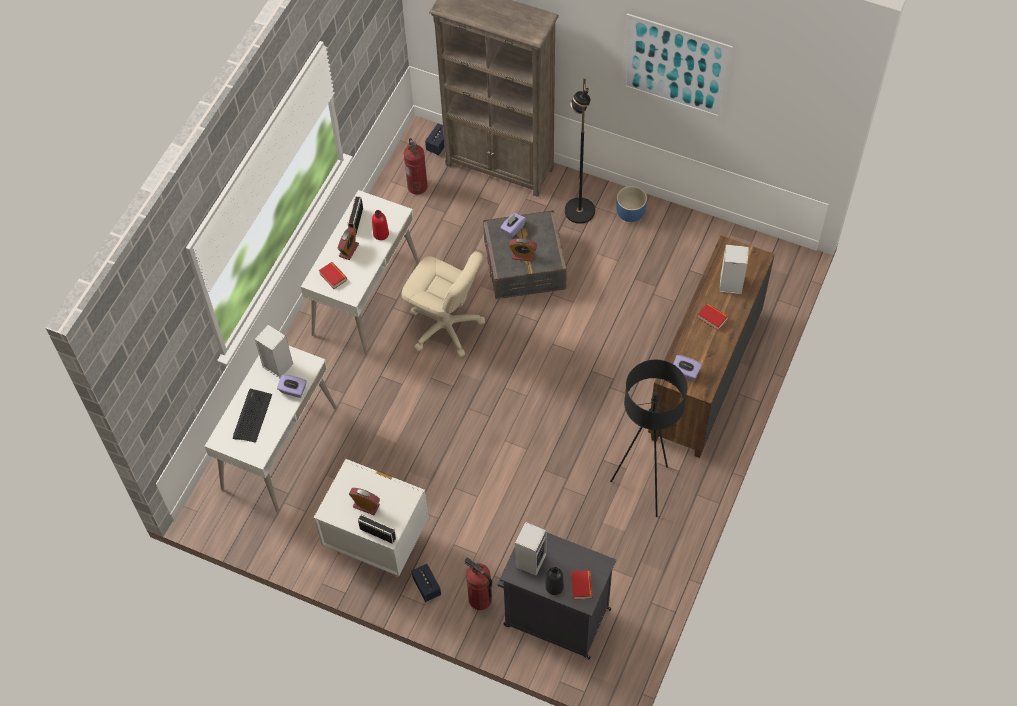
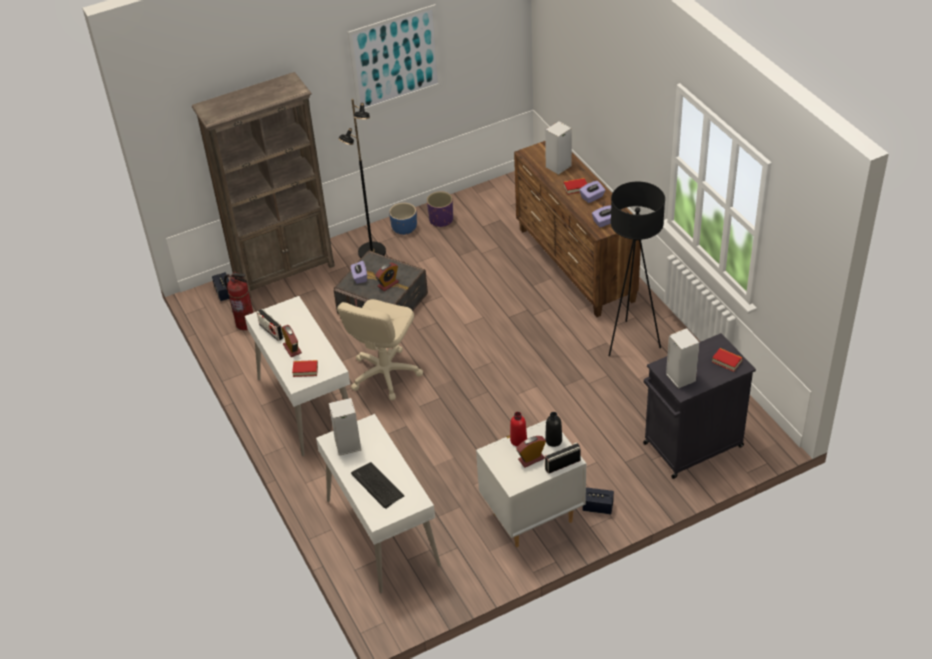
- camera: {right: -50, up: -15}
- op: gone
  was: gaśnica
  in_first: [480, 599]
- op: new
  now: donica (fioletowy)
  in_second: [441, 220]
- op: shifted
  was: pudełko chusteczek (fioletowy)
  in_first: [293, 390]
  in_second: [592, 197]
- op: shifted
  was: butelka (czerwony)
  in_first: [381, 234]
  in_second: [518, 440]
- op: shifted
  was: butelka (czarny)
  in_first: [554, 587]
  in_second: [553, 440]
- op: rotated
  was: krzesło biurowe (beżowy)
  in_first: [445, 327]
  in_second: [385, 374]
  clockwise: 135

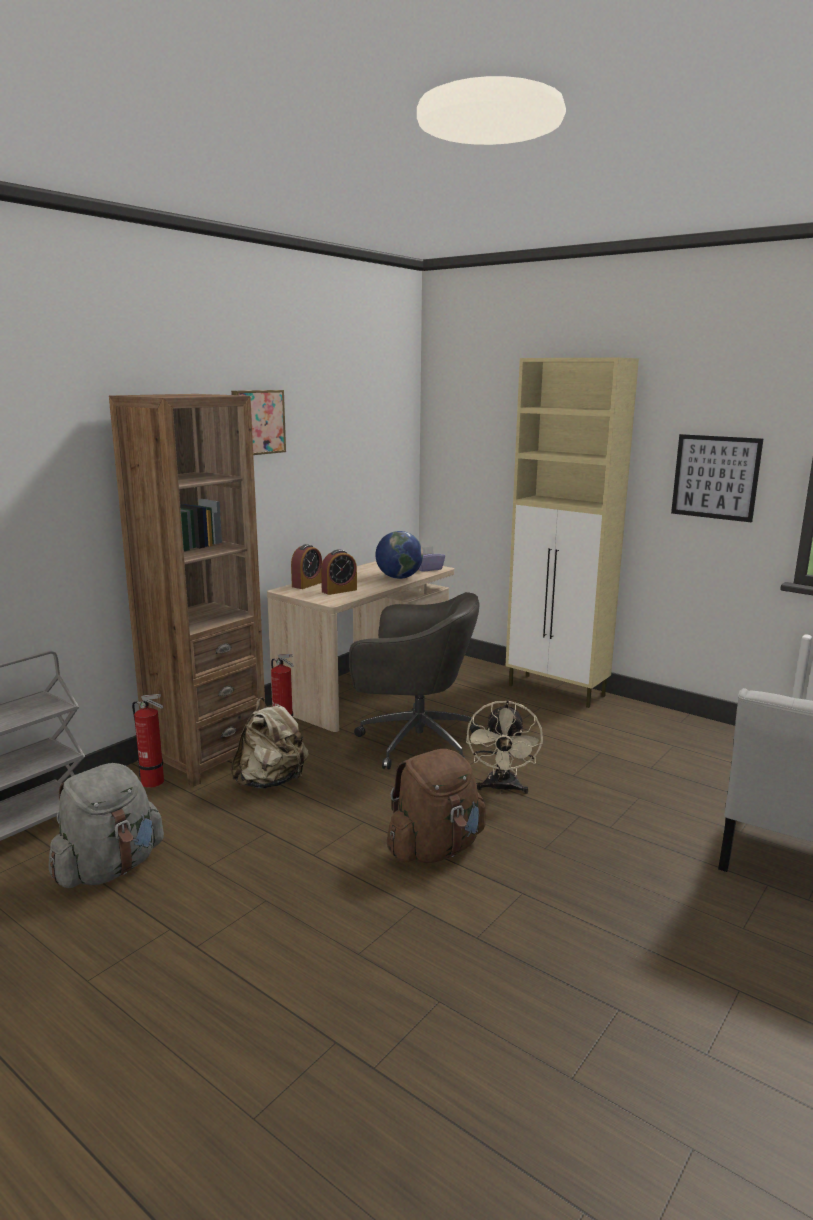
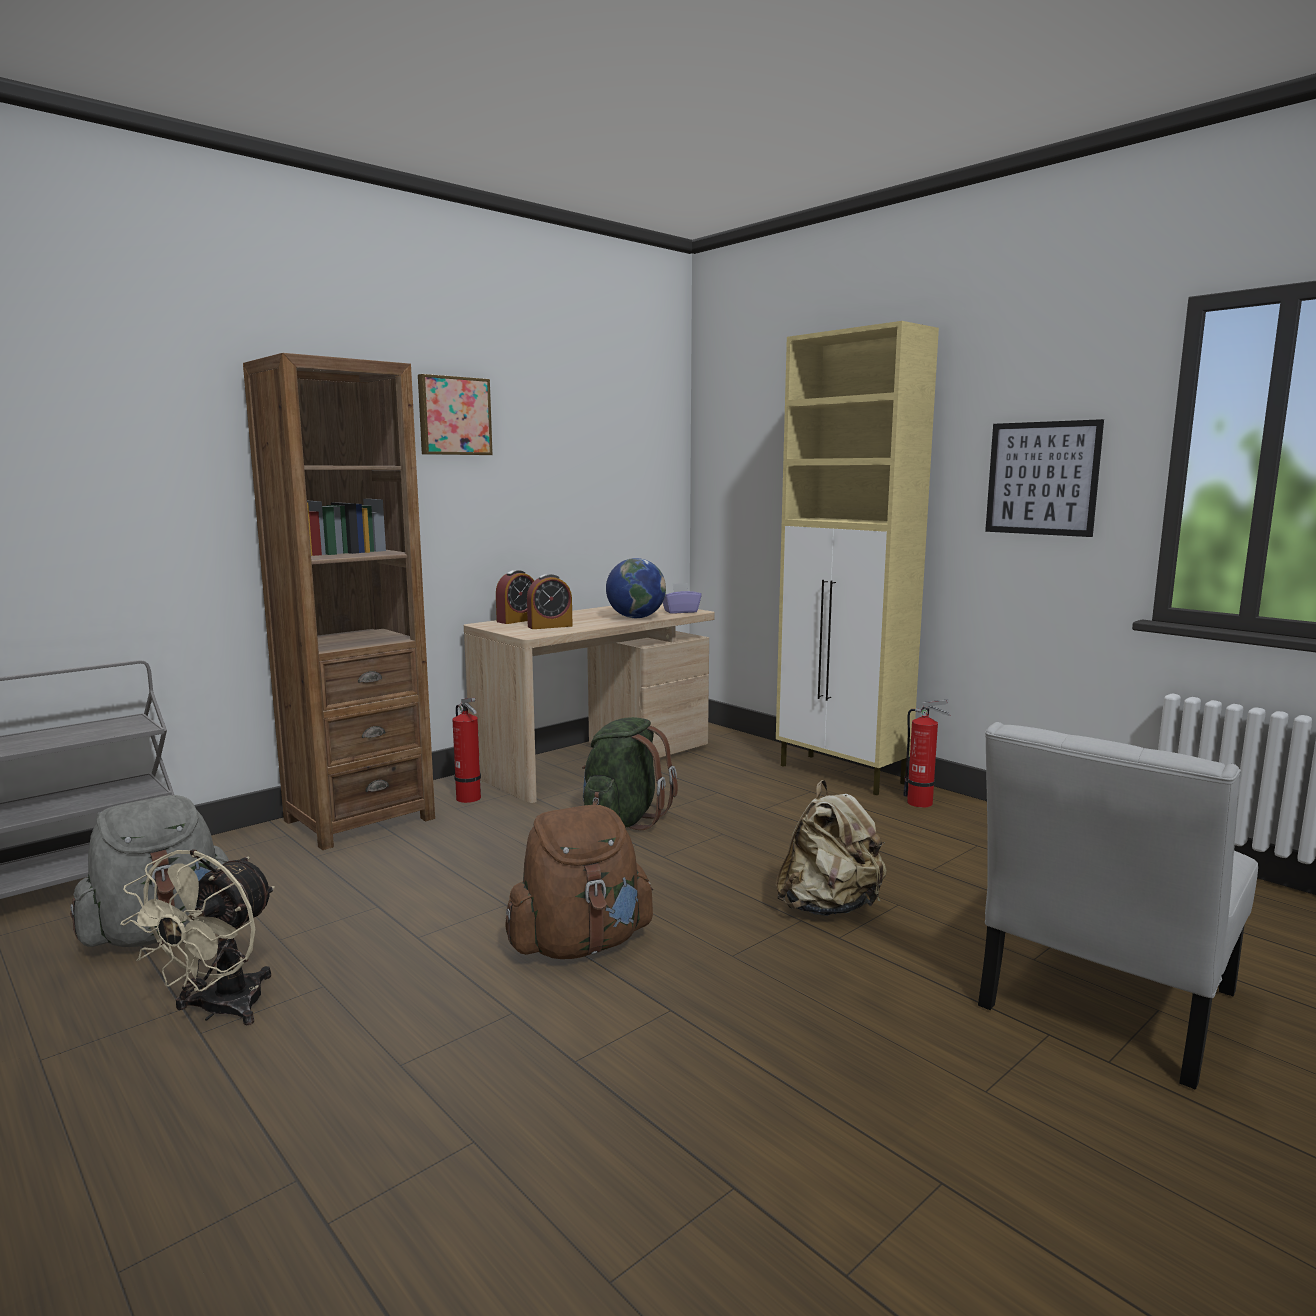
- camera: {right: 10, up: -5}
- op: shifted
  was: gaśnica
  in_first: [155, 782]
  in_second: [923, 803]
- op: shifted
  was: plecak (beżowy)
  in_first: [271, 782]
  in_second: [829, 907]
- op: shifted
  was: wentylator (beżowy)
  in_first: [502, 789]
  in_second: [219, 1011]
- op: swapped
  was: krzesło biurowe (szary)
  now: plecak (zielony)
  in_first: [414, 742]
  in_second: [623, 820]

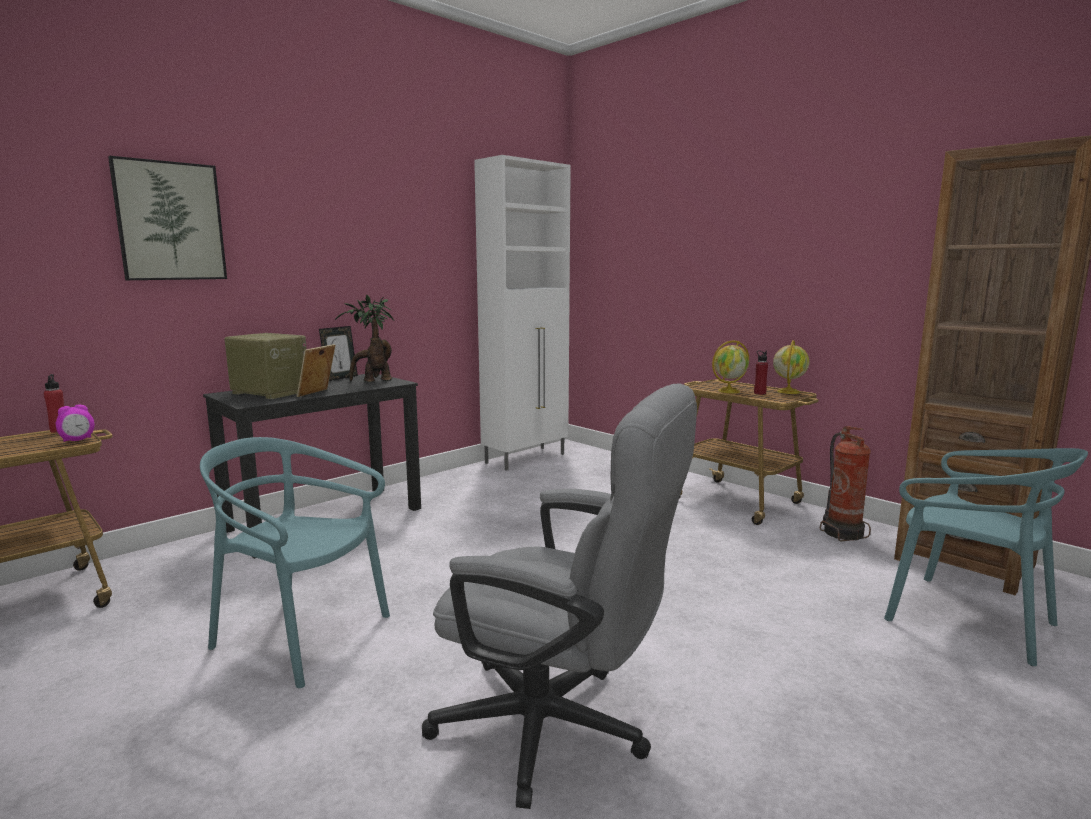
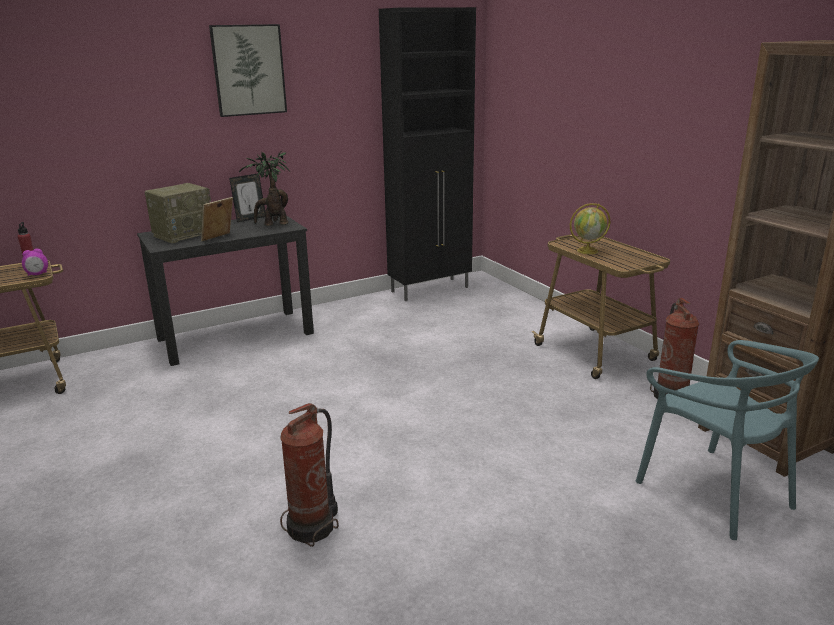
- camera: {right: 15, up: 10}
- op: gone
  was: krzesło (turkusowy)
  in_first: [300, 636]
- op: gone
  was: butelka (czerwony)
  in_first: [759, 393]
- op: gone
  was: globus
  in_first: [788, 391]
- op: shifted
  was: obraz
  in_first: [170, 221]
  in_second: [248, 70]
- op: swapped
  was: krzesło biurowe (szary)
  now: gaśnica
  in_first: [559, 730]
  in_second: [313, 527]
- op: repainted
  was: szafka (biały)
  now: szafka (czarny)
  in_first: [526, 458]
  in_second: [431, 289]
- op: rotated
  was: radio
  in_first: [268, 392]
  in_second: [184, 234]
  clockwise: 90

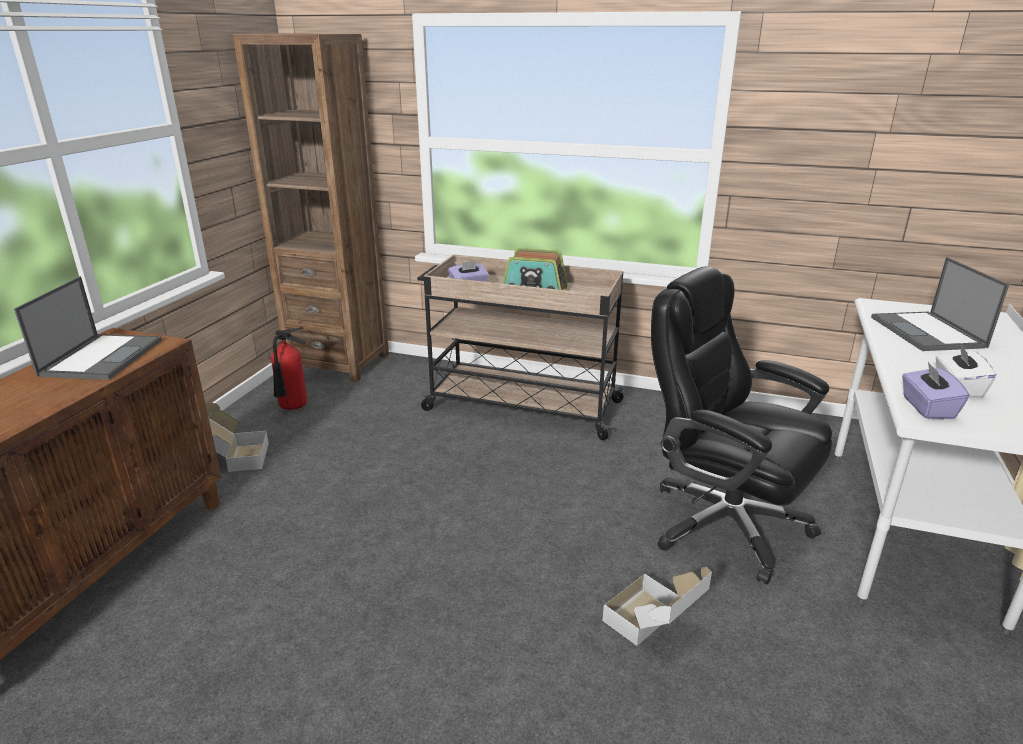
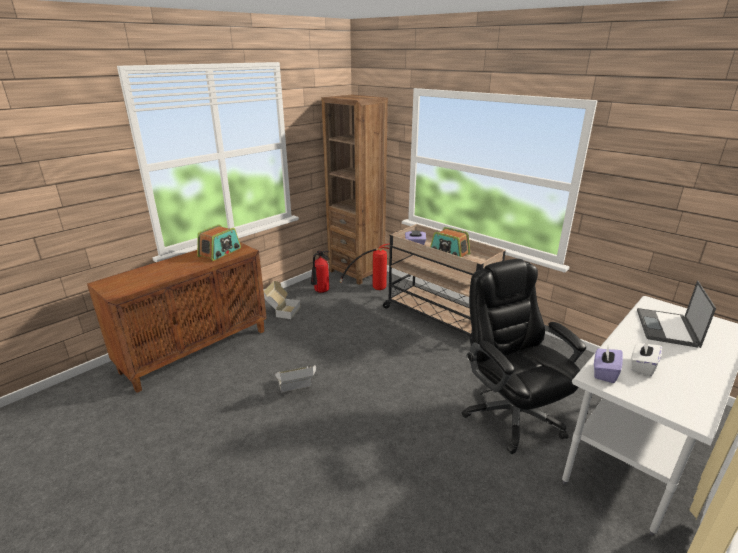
- camera: {right: 25, up: 0}
- op: new
  now: gaśnica
  in_second: [371, 288]
- op: shifted
  was: karton
  in_first: [654, 626]
  in_second: [296, 388]
- op: swapped
  was: laptop
  now: radio
  in_first: [102, 357]
  in_second: [220, 252]

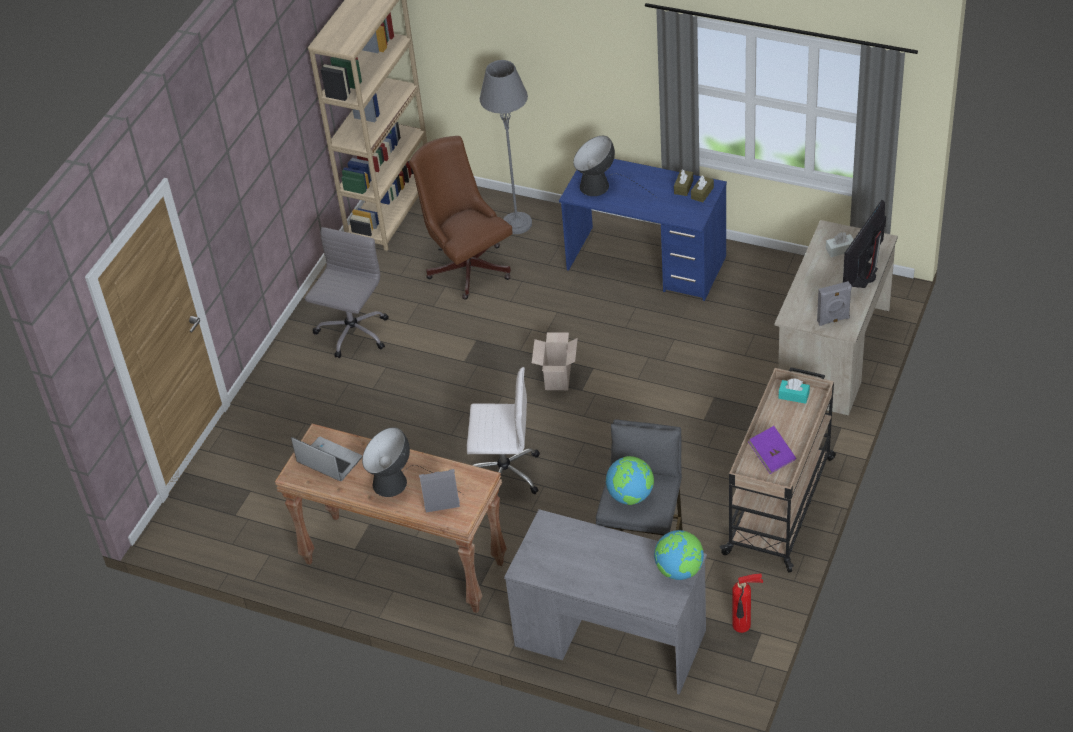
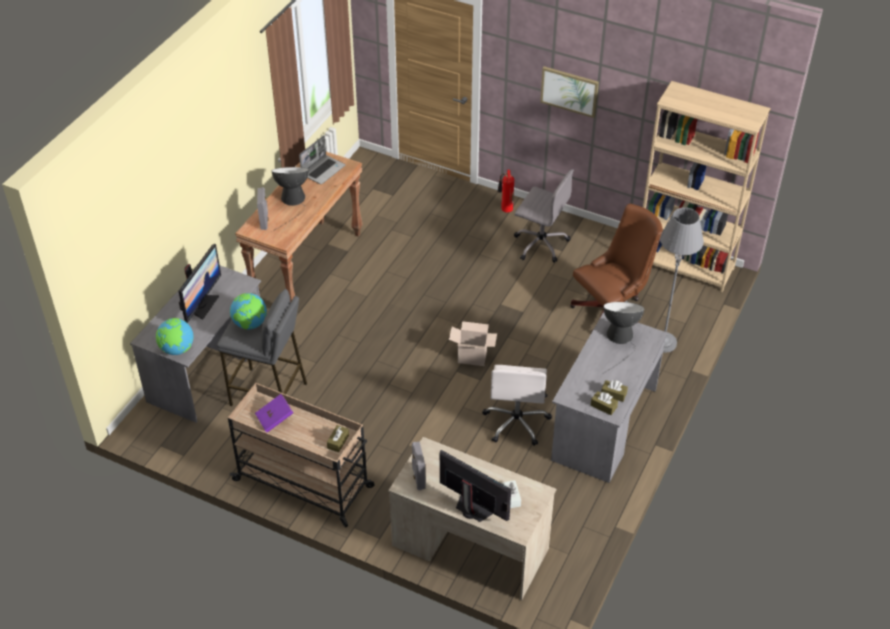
- camera: {right: 90, up: 0}
- op: new
  now: monitor
  in_second: [202, 305]
- op: new
  now: obraz
  in_second: [569, 91]
- op: shifted
  was: krzesło biurowe (biały)
  in_first: [503, 474]
  in_second: [516, 422]
- op: shifted
  was: gaśnica
  in_first: [743, 626]
  in_second: [505, 209]
- op: repainted
  was: biurko (niebieski)
  now: biurko (szary)
  in_first: [646, 264]
  in_second: [604, 425]
- op: repainted
  was: pudełko chusteczek (turkusowy)
  now: pudełko chusteczek (brązowy)
  in_first: [793, 396]
  in_second: [338, 441]

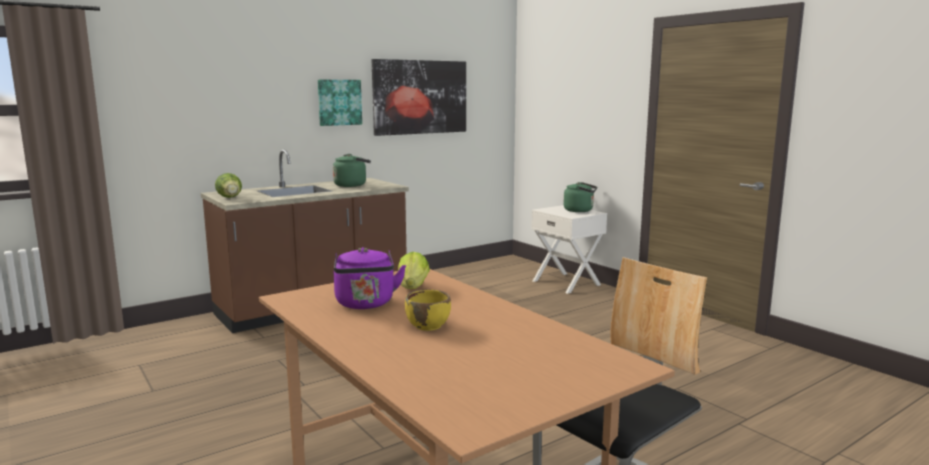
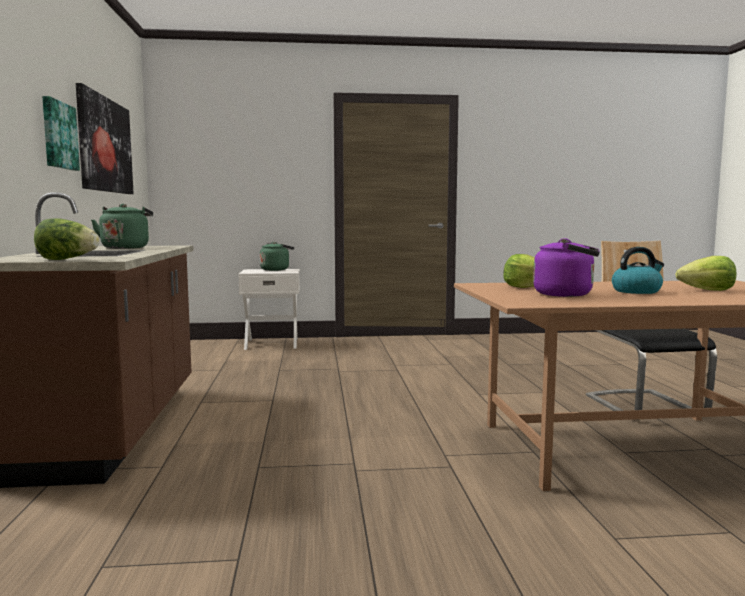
- camera: {right: -60, up: -5}
- op: new
  now: sałata
  in_second: [708, 290]
- op: swapped
  was: miska (żółty)
  now: czajnik
  in_first: [428, 325]
  in_second: [637, 291]

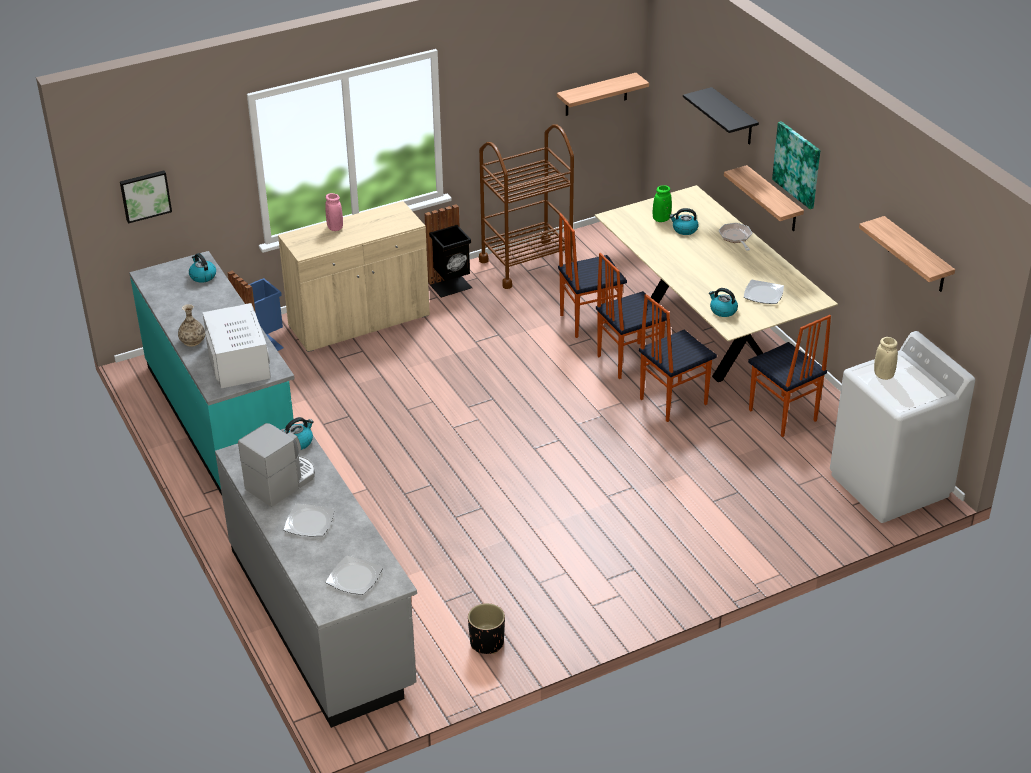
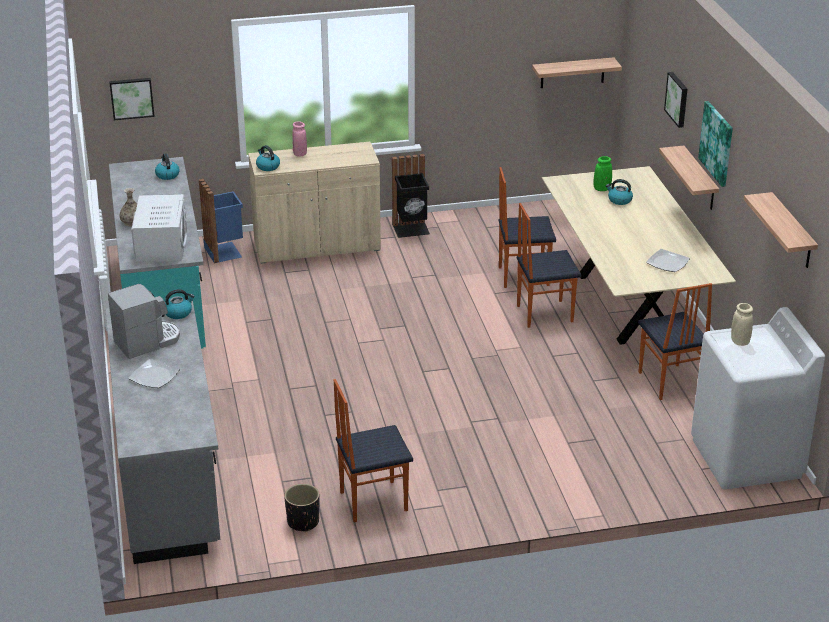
- camera: {right: 15, up: -5}
- op: gone
  was: talerz
  in_first: [355, 577]
- op: gone
  was: wózek (brązowy)
  in_first: [526, 264]
- op: gone
  was: patelnia
  in_first: [736, 237]
- op: shifted
  was: krzesło
  in_first: [672, 401]
  in_second: [372, 501]
- op: shifted
  was: czajnik
  in_first: [722, 310]
  in_second: [267, 166]
- op: swapped
  was: półka (czarny)
  now: obraz
  in_first: [734, 117]
  in_second: [678, 99]

